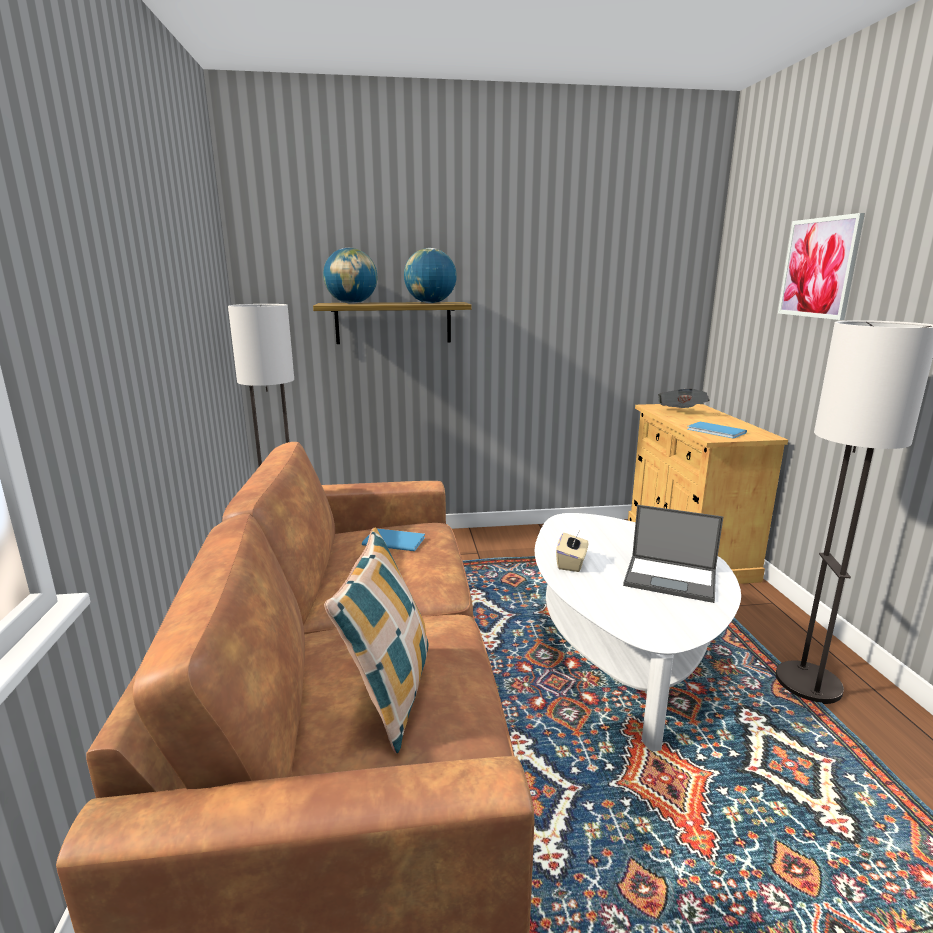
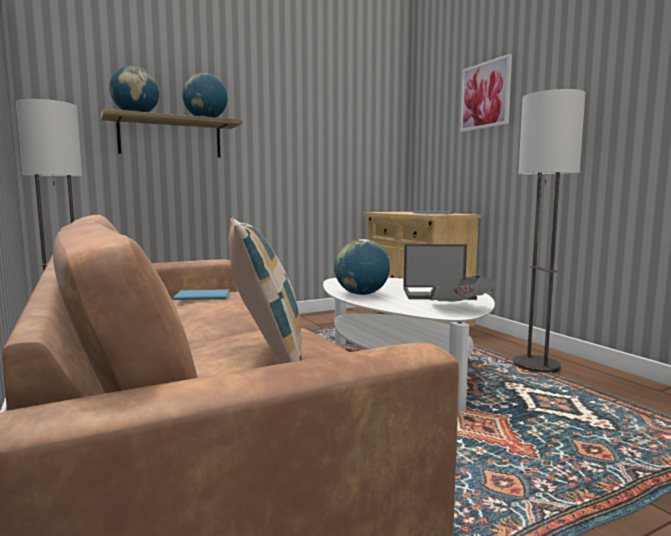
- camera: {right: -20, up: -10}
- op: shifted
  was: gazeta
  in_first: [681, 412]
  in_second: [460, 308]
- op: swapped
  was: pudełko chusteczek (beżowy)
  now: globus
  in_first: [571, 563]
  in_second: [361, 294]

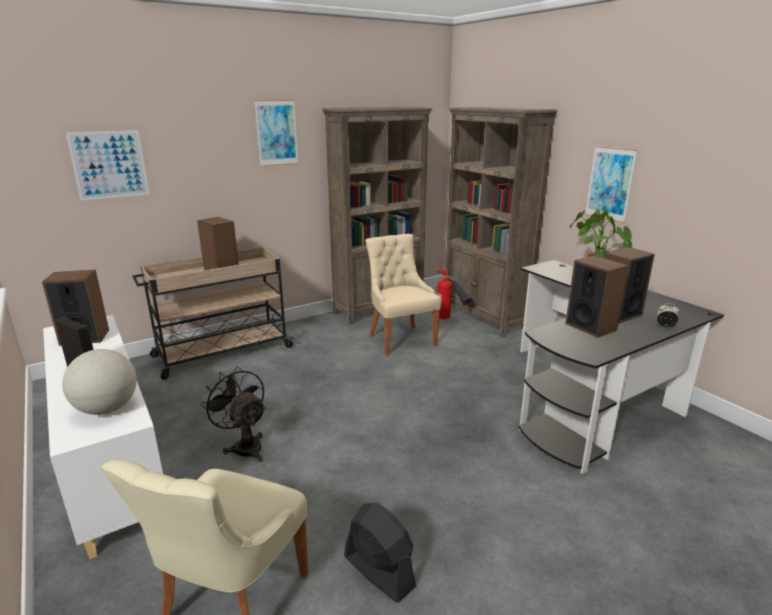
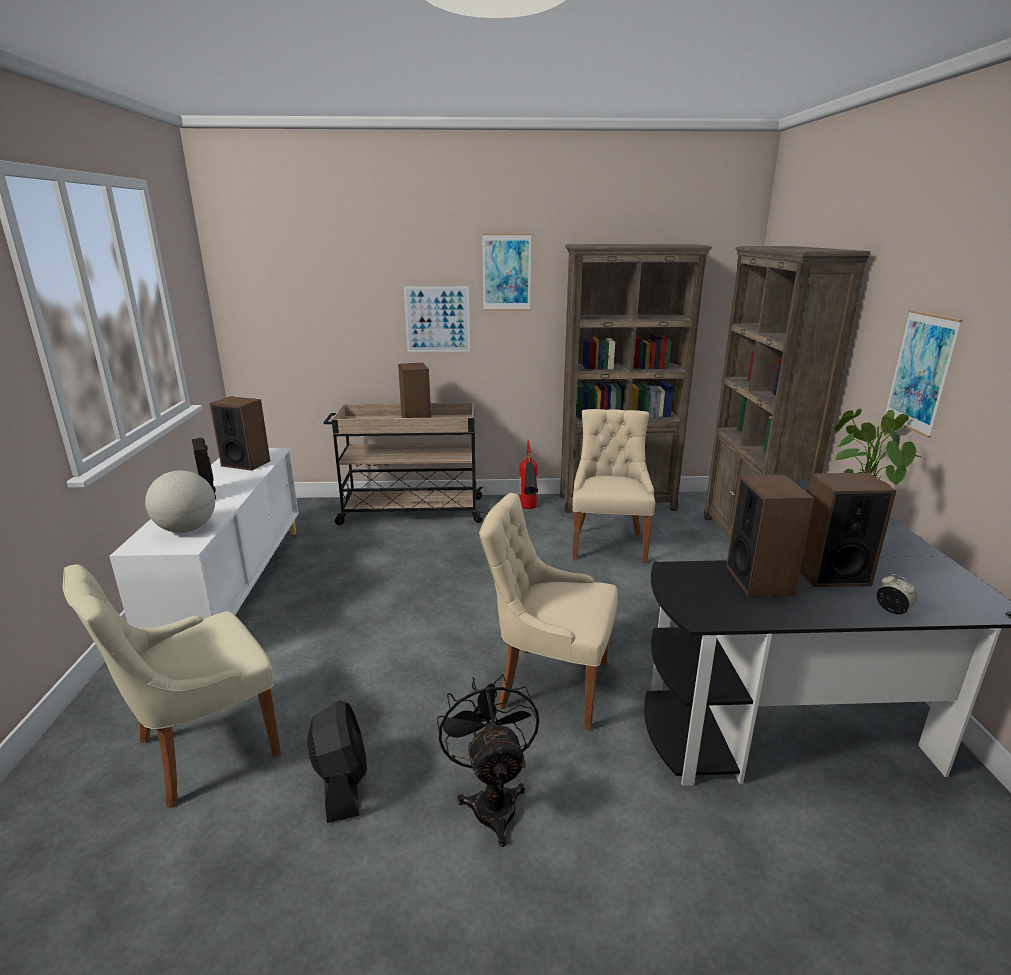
- camera: {right: 30, up: 0}
- op: new
  now: krzesło (beżowy)
  in_second: [549, 684]
- op: shifted
  was: obraz
  in_first: [109, 165]
  in_second: [437, 319]
- op: shifted
  was: wentylator (czarny)
  in_first: [244, 446]
  in_second: [492, 800]
- op: shifted
  was: gaśnica
  in_first: [451, 321]
  in_second: [528, 512]

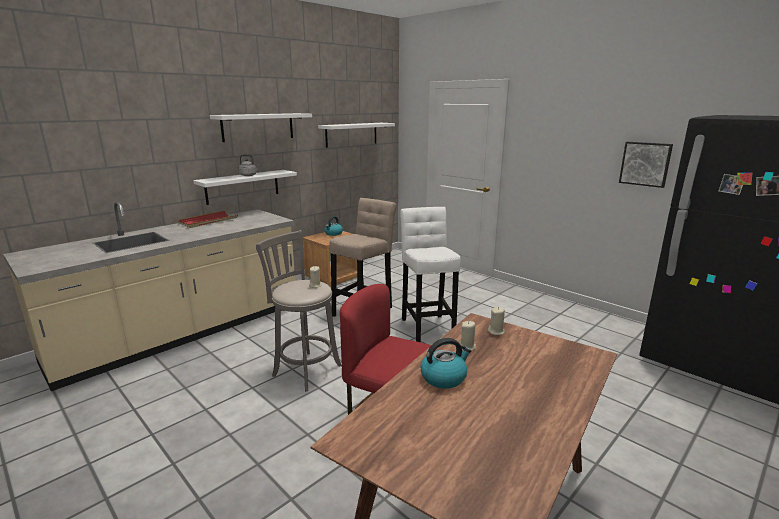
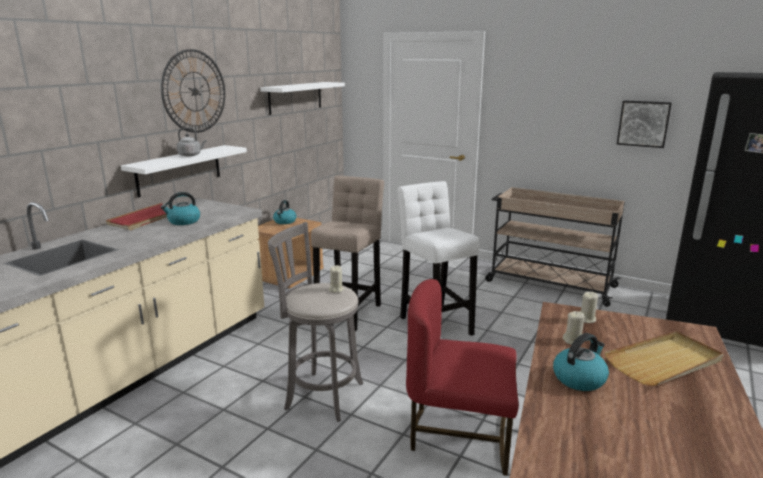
- camera: {right: -15, up: 0}
- op: new
  now: czajnik
  in_second: [183, 221]
- op: new
  now: wózek (beżowy)
  in_second: [548, 284]
- op: new
  now: taca (beżowy)
  in_second: [664, 362]
- op: swapped
  was: półka (biały)
  now: zegar ścienny
  in_first: [258, 127]
  in_second: [194, 91]

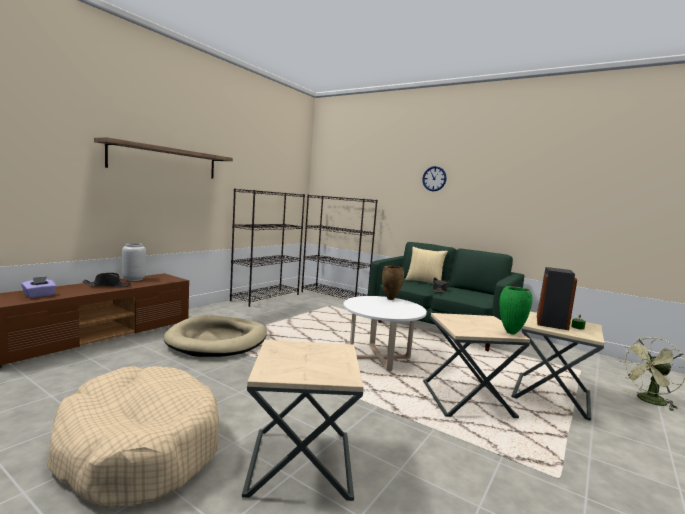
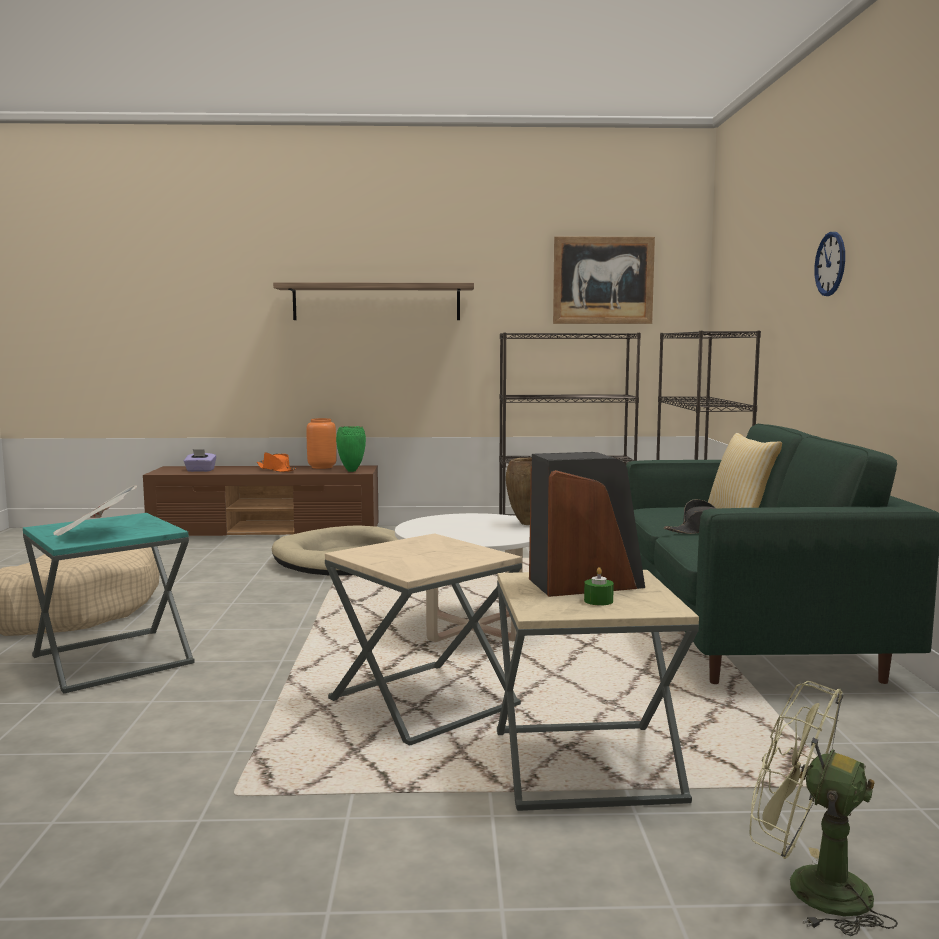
- camera: {right: 55, up: 0}
- op: new
  now: gazeta
  in_second: [94, 533]
- op: new
  now: obraz
  in_second: [603, 280]
- op: shifted
  was: wazon (zielony)
  in_first: [510, 333]
  in_second: [351, 471]
- op: repainted
  was: kapelusz (czarny)
  now: kapelusz (pomarańczowy)
  in_first: [108, 286]
  in_second: [276, 470]
- op: repainted
  was: wazon (szary)
  now: wazon (pomarańczowy)
  in_first: [134, 279]
  in_second: [322, 467]
- op: repainted
  was: stolik (beżowy)
  now: stolik (turkusowy)
  in_first: [300, 463]
  in_second: [112, 660]

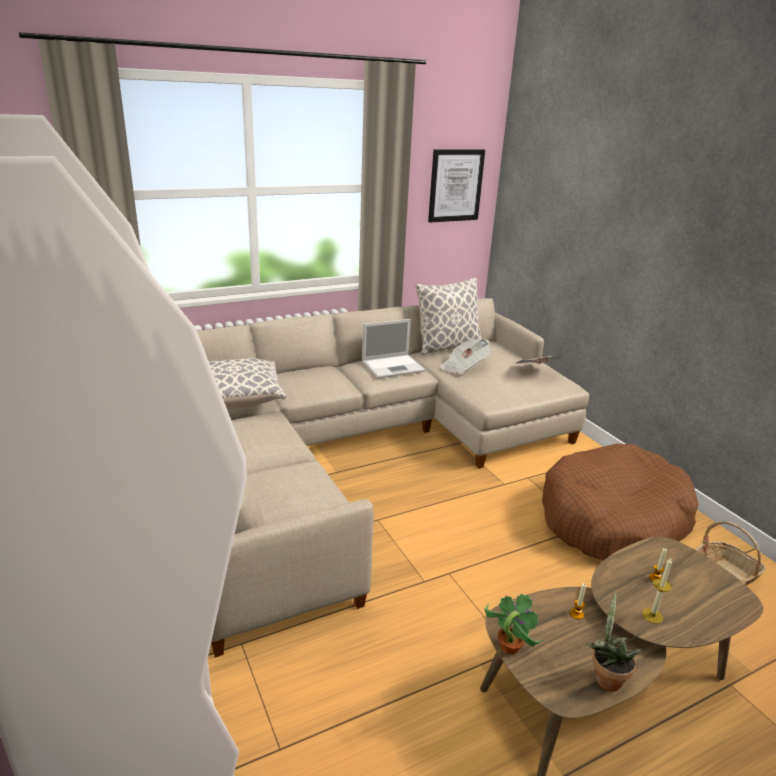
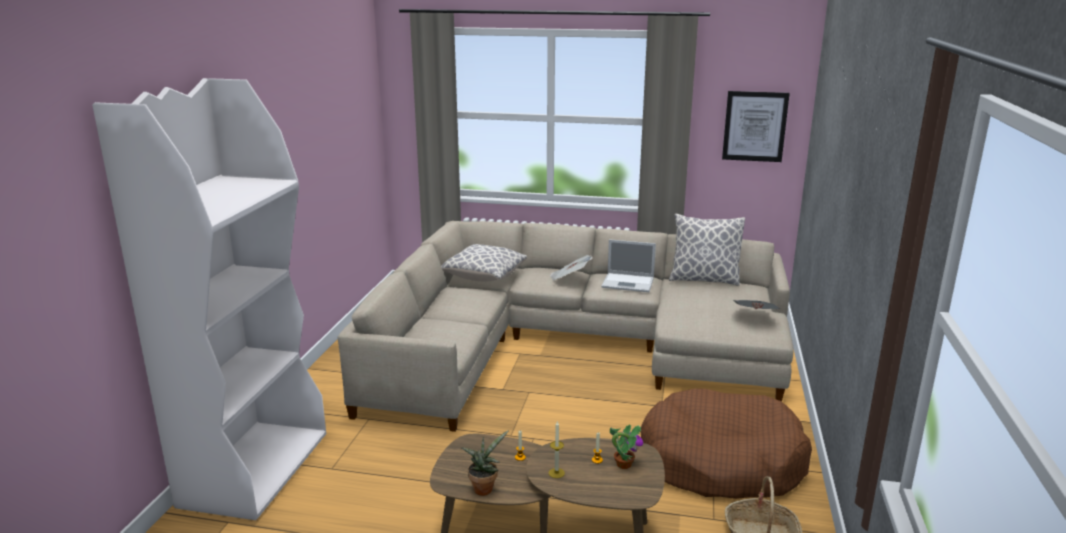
- camera: {right: 40, up: -5}
- op: shifted
  was: gazeta
  in_first: [464, 367]
  in_second: [569, 278]
- op: shifted
  was: roślina doniczkowa
  in_first: [508, 646]
  in_second: [623, 464]

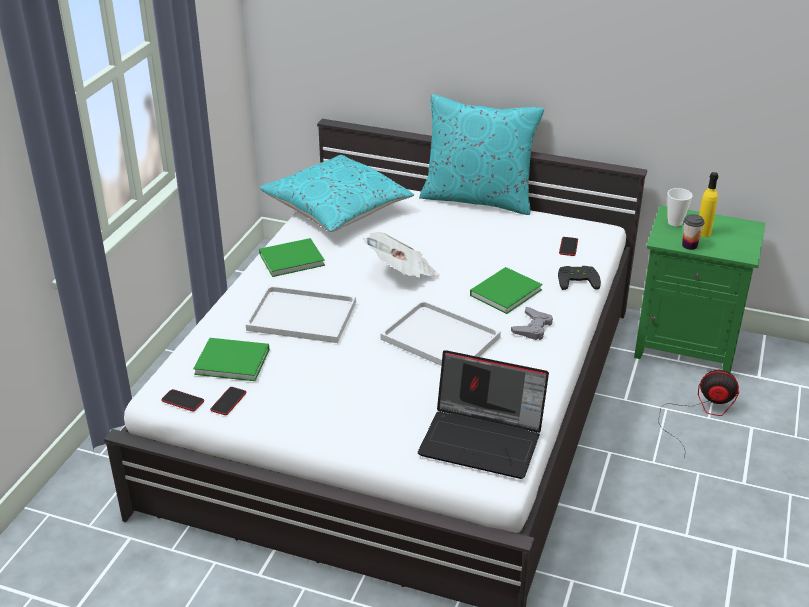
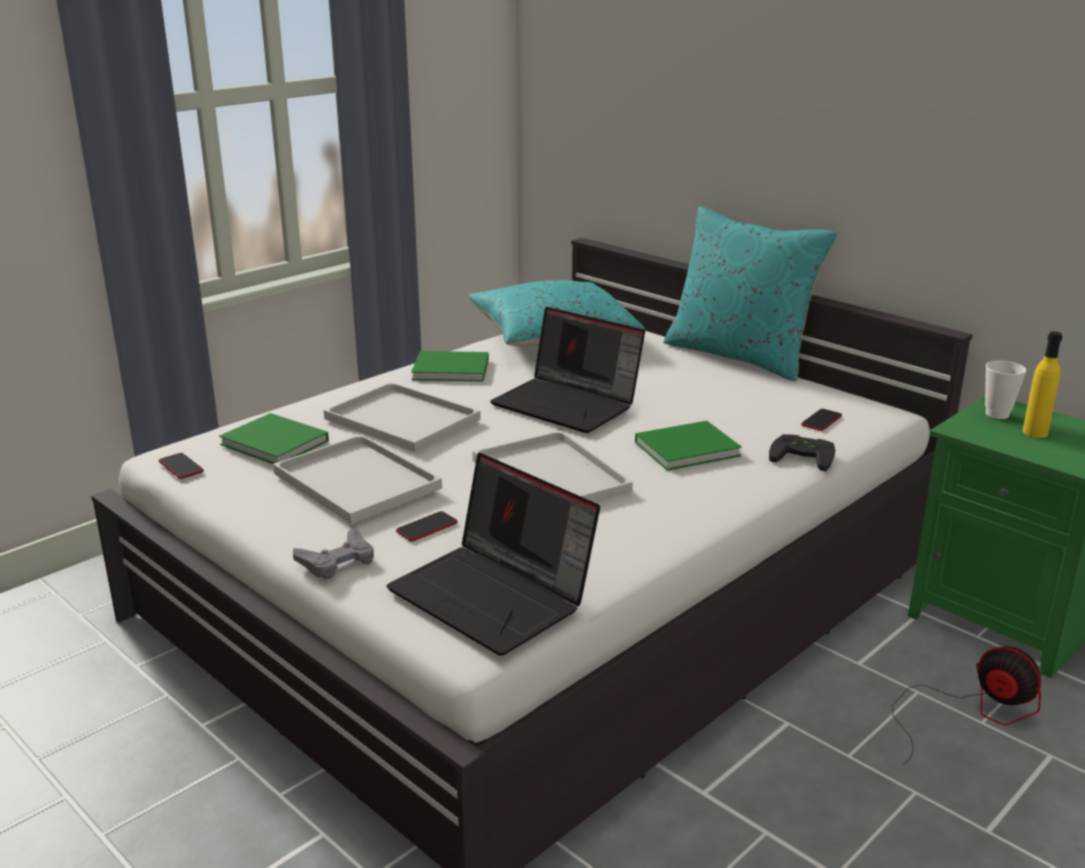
- camera: {right: 25, up: -10}
- op: gone
  was: filiżanka
  in_first: [689, 245]
- op: new
  now: taca (biały)
  in_second: [360, 481]
- op: shifted
  was: telefon
  in_first: [228, 401]
  in_second: [427, 527]
- op: shifted
  was: pad do gier (szary)
  in_first: [532, 327]
  in_second: [337, 561]
- op: swapped
  was: gazeta
  now: laptop
  in_first: [402, 272]
  in_second: [568, 404]

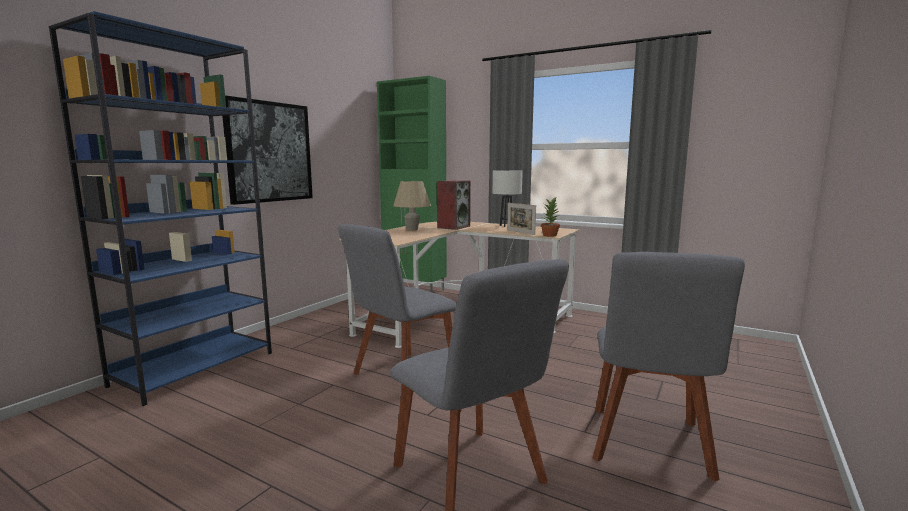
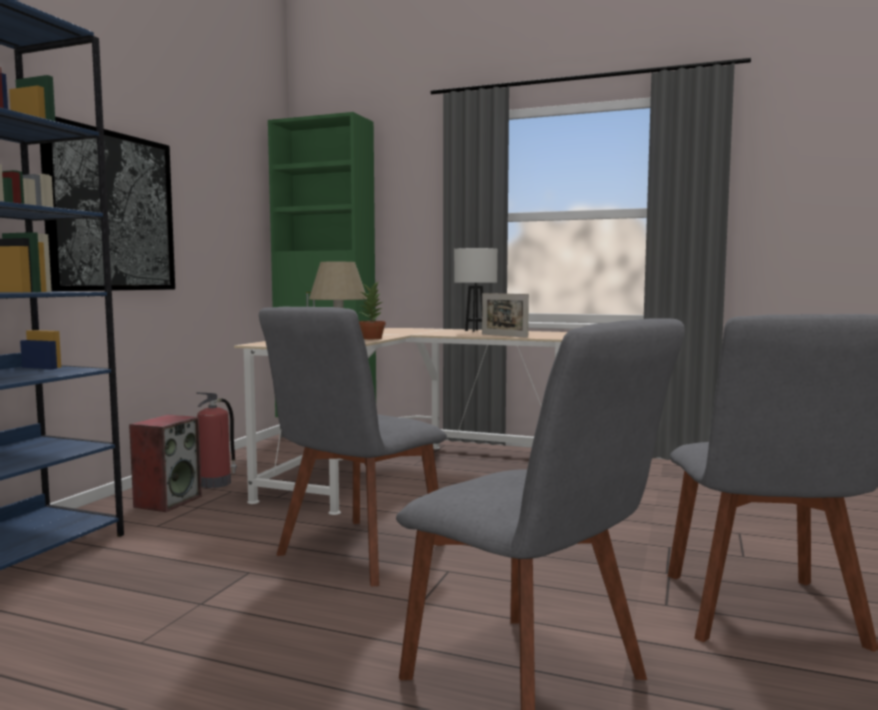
- camera: {right: -10, up: -5}
- op: new
  now: gaśnica
  in_second: [216, 483]
- op: shifted
  was: głośnik
  in_first: [453, 227]
  in_second: [168, 501]
- op: shifted
  was: roślina doniczkowa
  in_first: [550, 235]
  in_second: [372, 338]

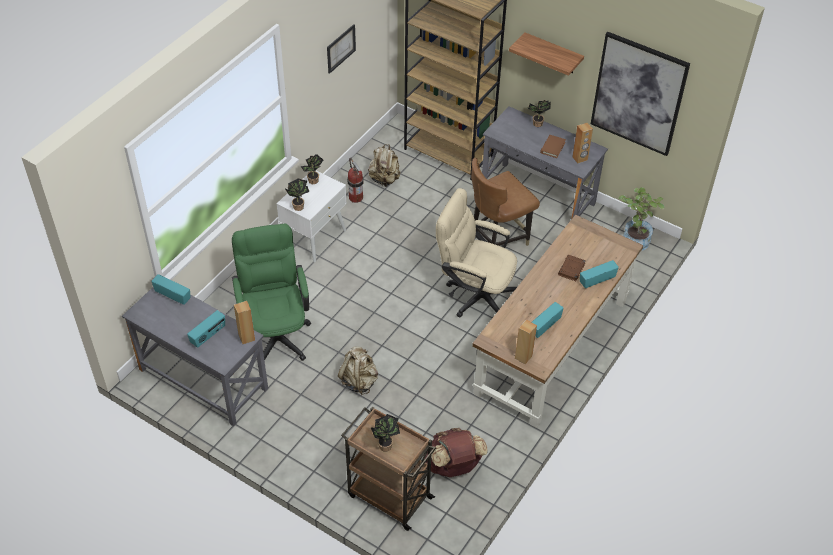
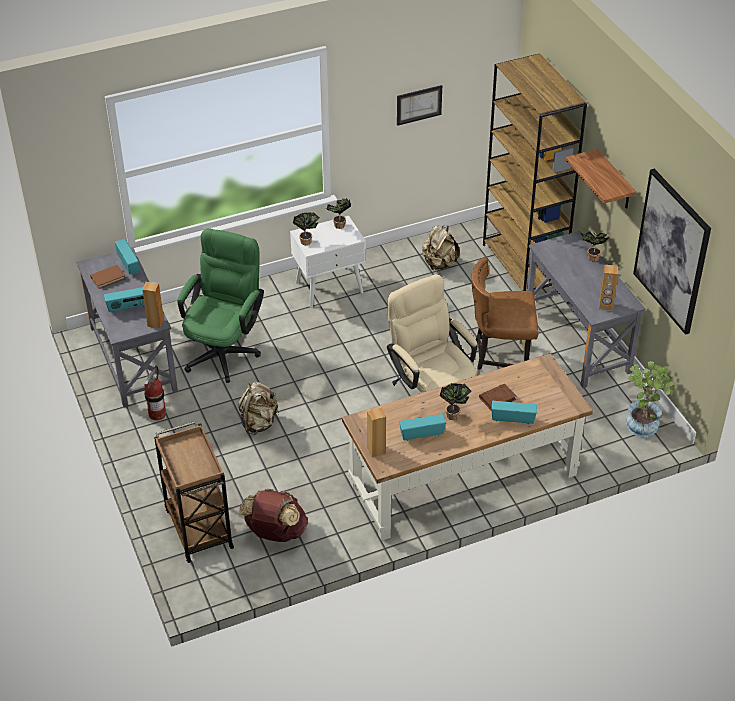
- camera: {right: 35, up: -5}
- op: shifted
  was: gaśnica
  in_first: [356, 197]
  in_second: [157, 414]
- op: shifted
  was: roślina doniczkowa
  in_first: [385, 444]
  in_second: [454, 414]
- op: shifted
  was: książka (brązowy)
  in_first: [552, 147]
  in_second: [108, 278]

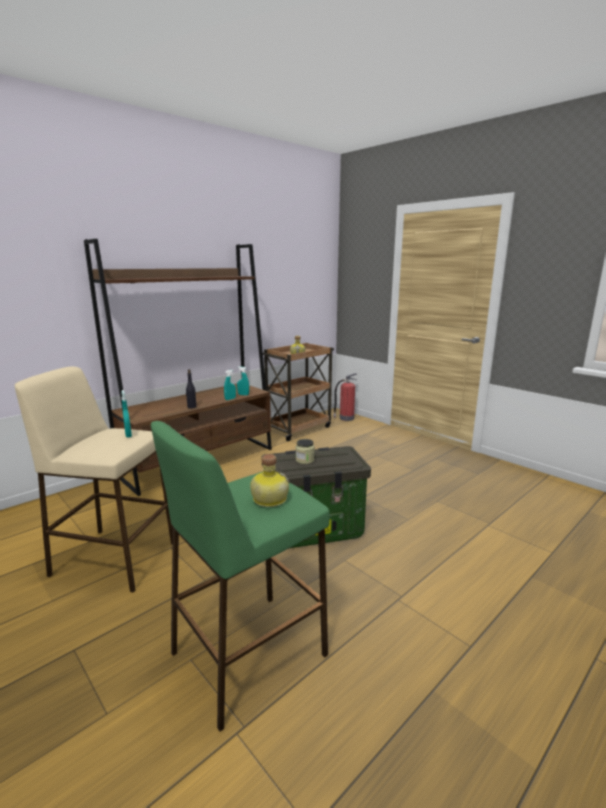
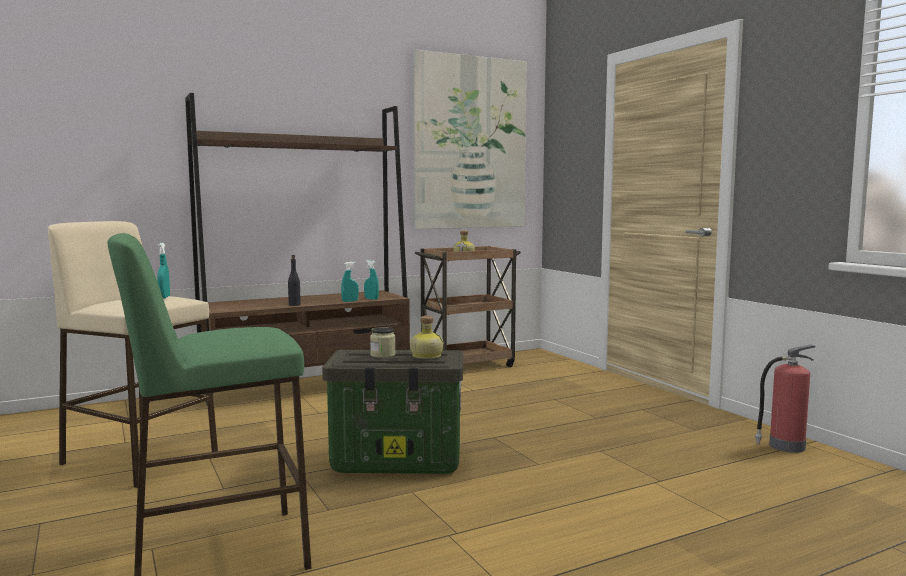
- camera: {right: 15, up: -10}
- op: new
  now: obraz
  in_second: [470, 143]
- op: shifted
  was: butelka
  in_first: [268, 499]
  in_second: [426, 356]
- op: shifted
  was: gaśnica
  in_first: [346, 418]
  in_second: [785, 446]

